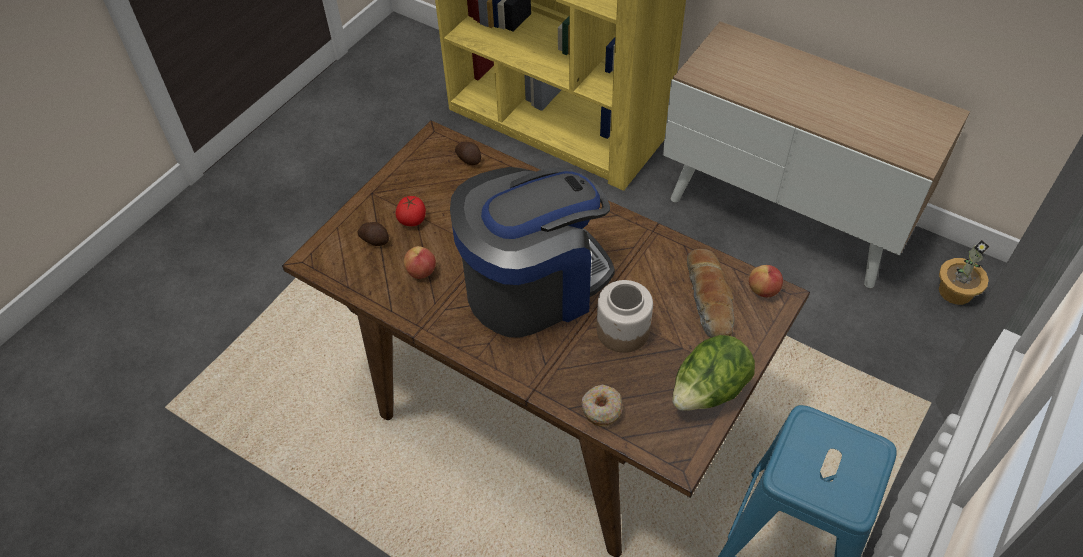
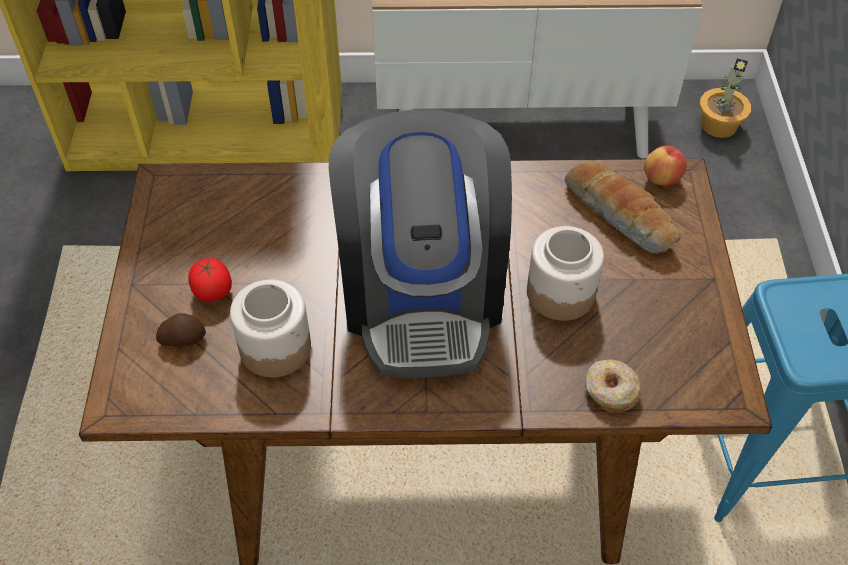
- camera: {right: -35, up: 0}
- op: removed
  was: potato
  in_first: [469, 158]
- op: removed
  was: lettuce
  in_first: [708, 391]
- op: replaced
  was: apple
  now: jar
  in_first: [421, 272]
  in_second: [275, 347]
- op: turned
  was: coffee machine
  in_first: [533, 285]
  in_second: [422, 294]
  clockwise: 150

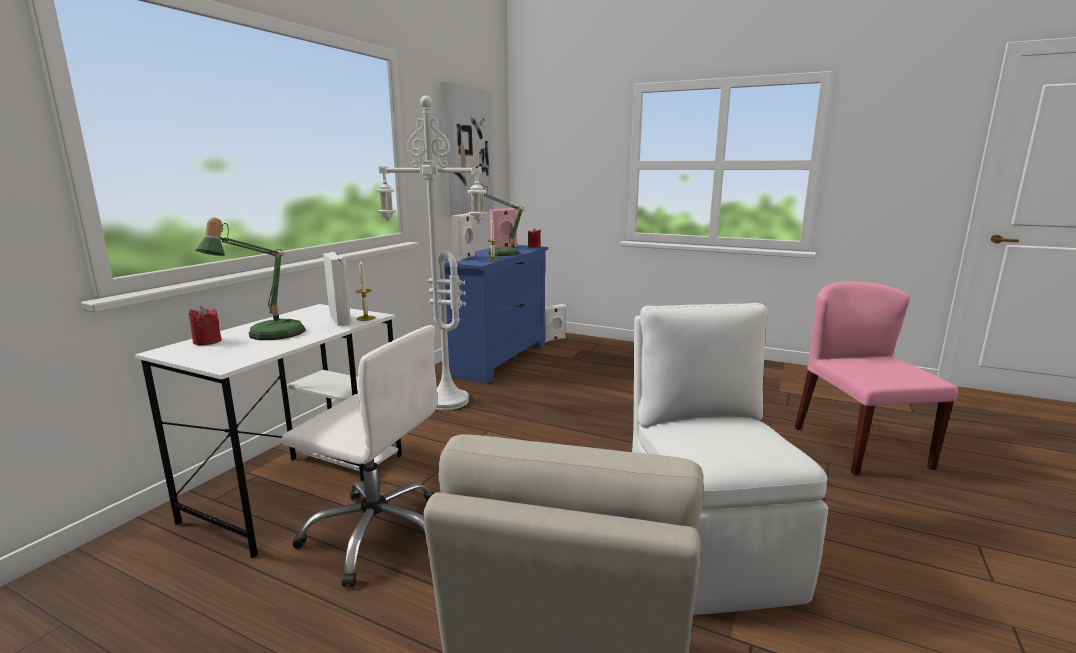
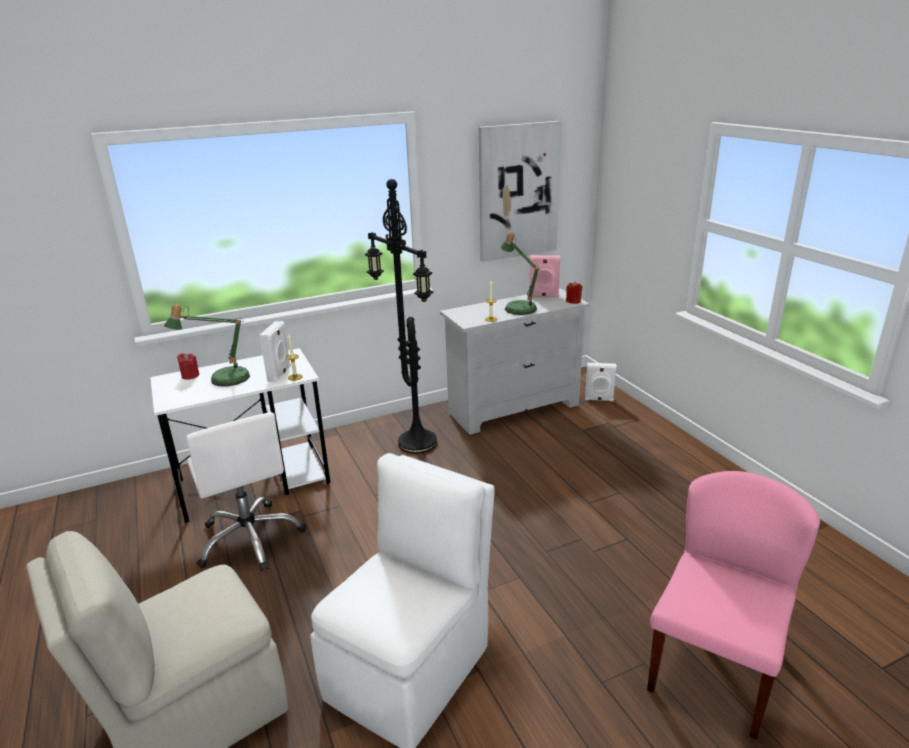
- camera: {right: 40, up: 10}
- op: removed
  was: white speaker
  in_first: [465, 258]
- op: recoloured
  was: white floor lamp
  now: black floor lamp
  in_first: [444, 402]
  in_second: [414, 443]
- op: recoloured
  was: blue dresser
  now: white dresser
  in_first: [498, 359]
  in_second: [514, 408]

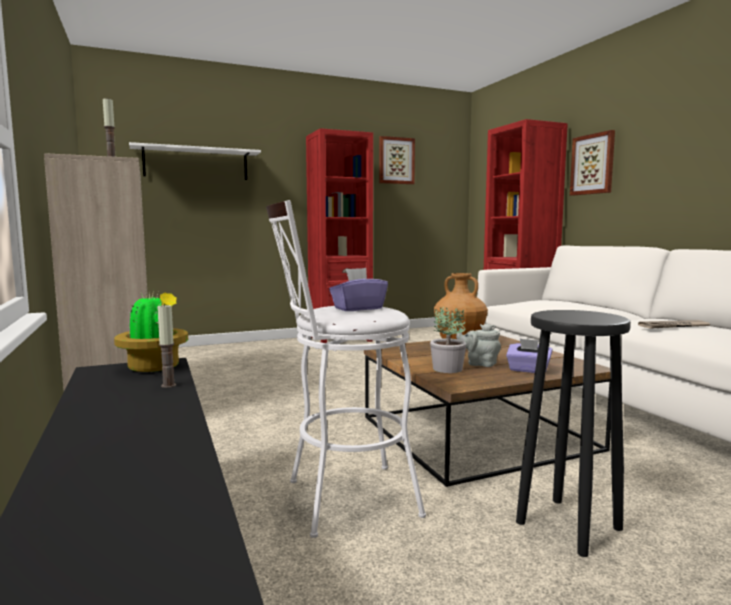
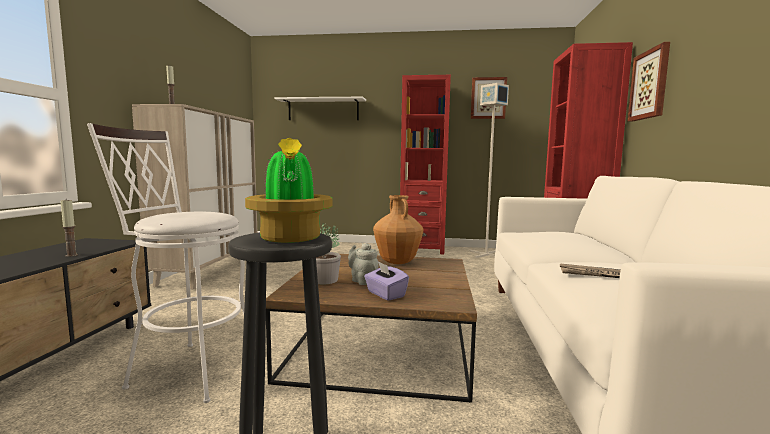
- camera: {right: 30, up: 0}
- op: removed
  was: purple tissue box
  in_first: [358, 308]
- op: added
  now: grey floor lamp
  in_second: [485, 254]
- op: moved
  was: potted plant
  in_first: [155, 368]
  in_second: [291, 239]

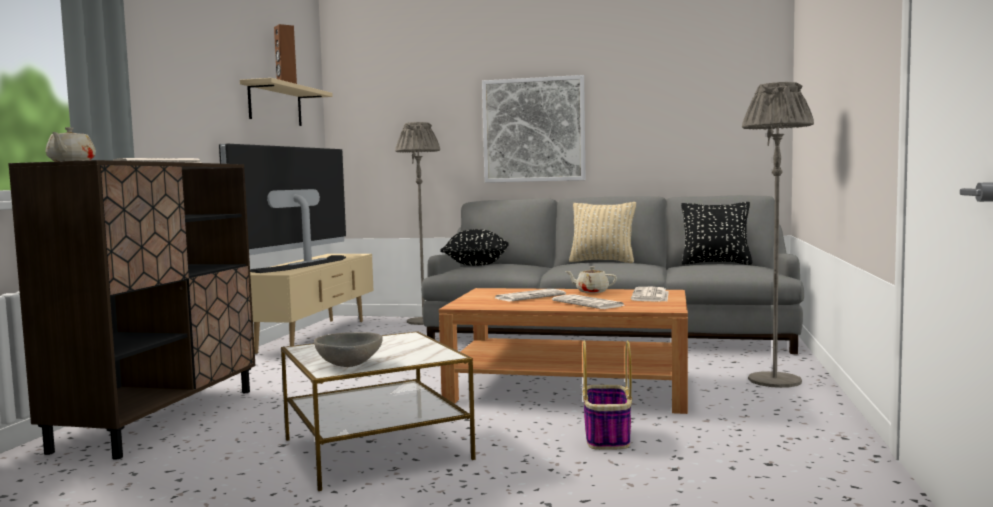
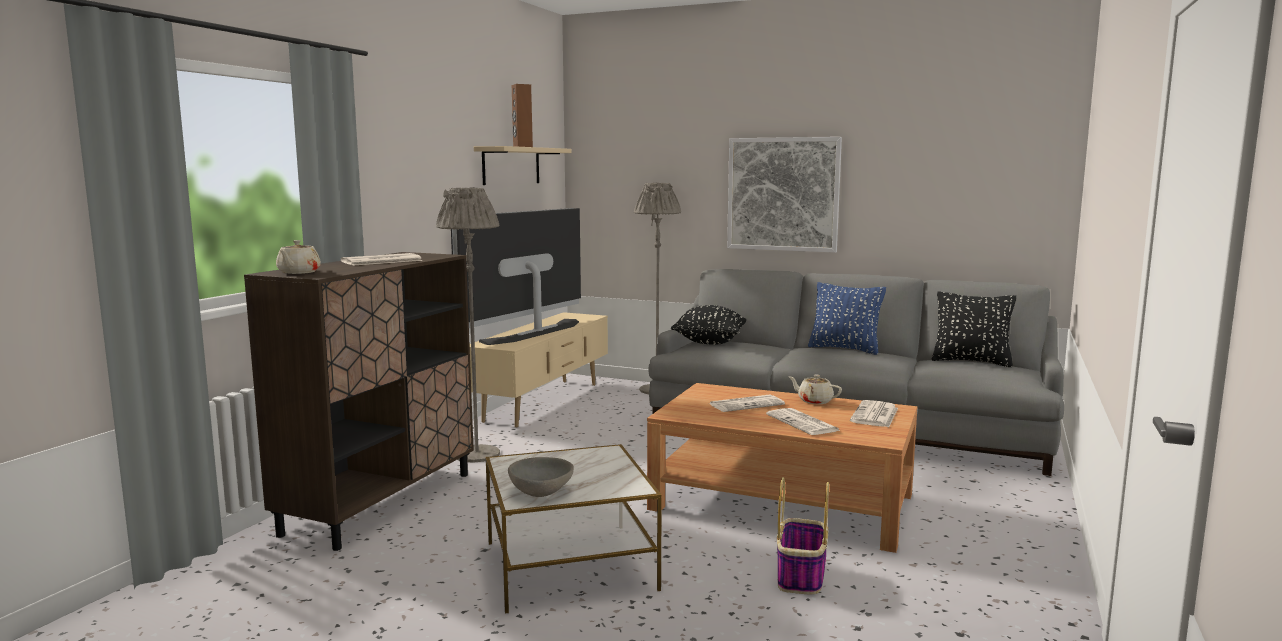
- camera: {right: 10, up: 5}
- op: moved
  was: grey floor lamp
  in_first: [774, 380]
  in_second: [477, 454]
- op: recoloured
  was: beige pillow
  now: blue pillow
  in_first: [602, 261]
  in_second: [844, 349]

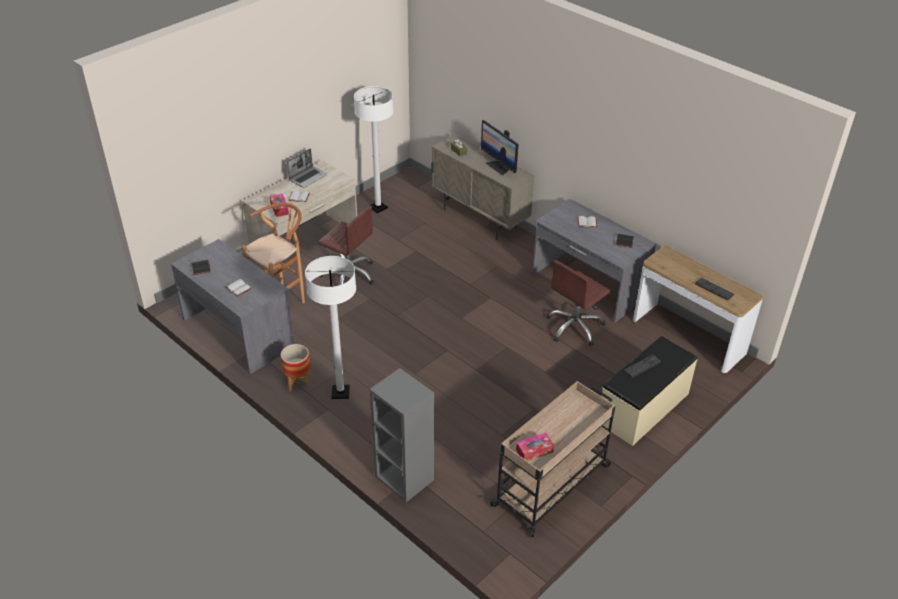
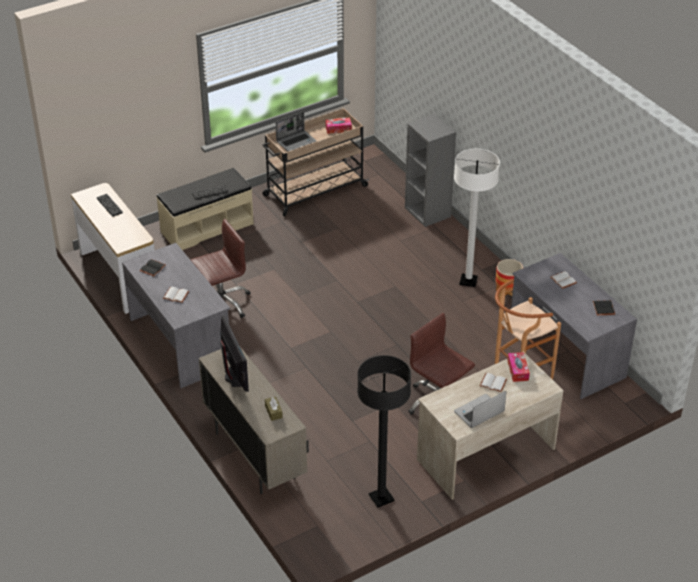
- camera: {right: -165, up: 0}
- op: added
  now: laptop
  in_second: [296, 141]
- op: recoloured
  was: white floor lamp
  now: black floor lamp
  in_first: [378, 208]
  in_second: [381, 498]

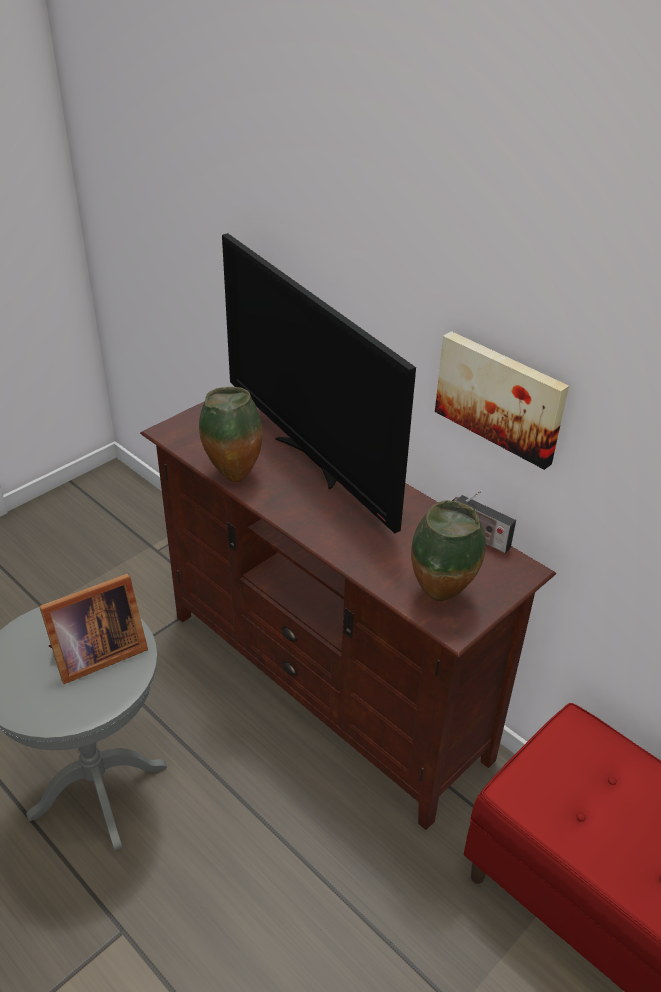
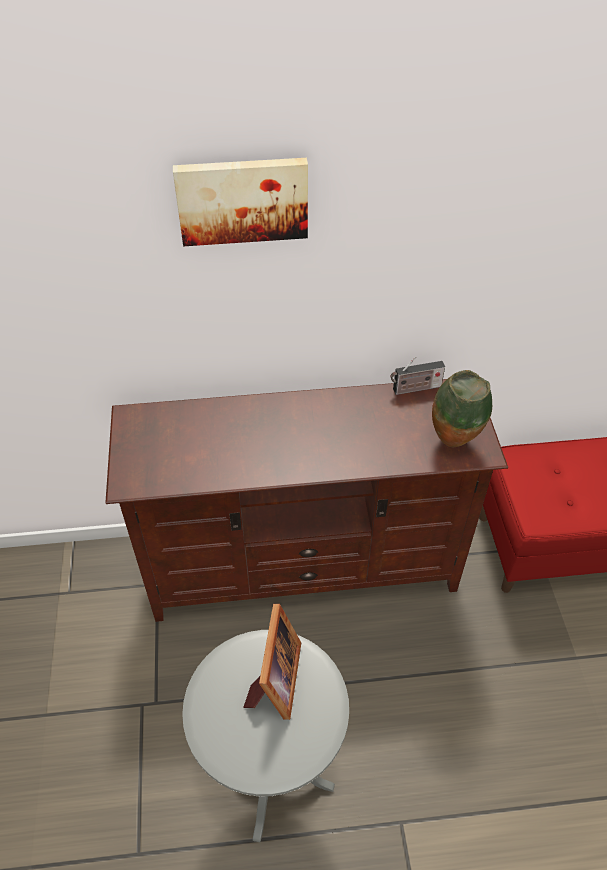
- camera: {right: -50, up: 10}
- op: removed
  was: vase
  in_first: [232, 477]
- op: removed
  was: television
  in_first: [311, 460]
- op: moved
  was: picture
  in_first: [501, 397]
  in_second: [242, 199]

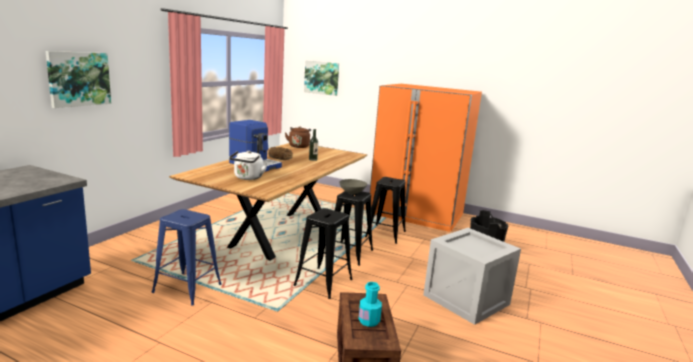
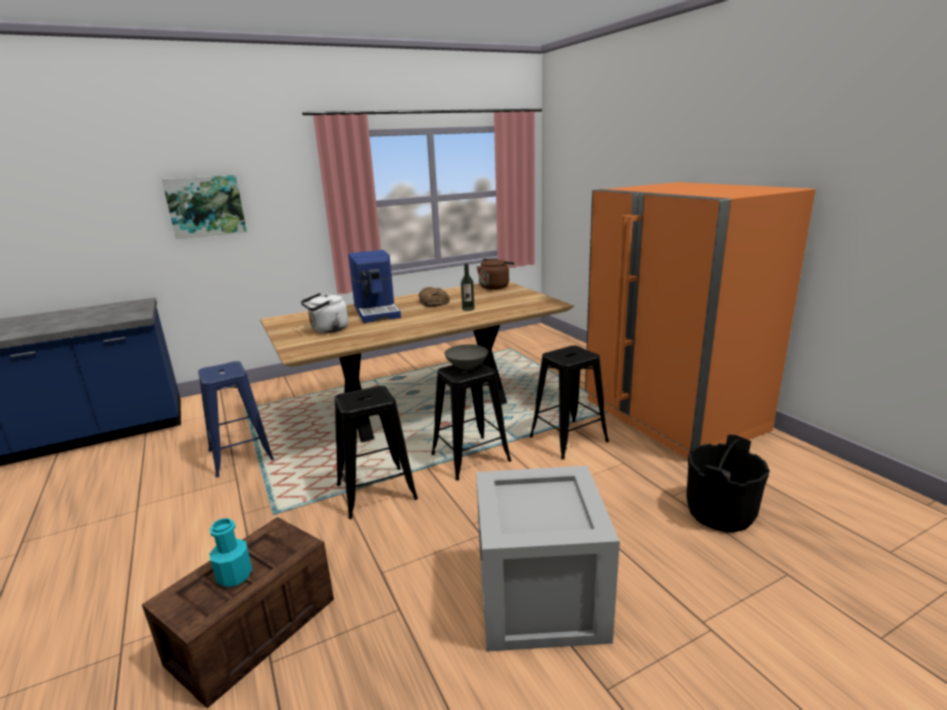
- camera: {right: 40, up: 5}
- op: removed
  was: picture
  in_first: [322, 78]

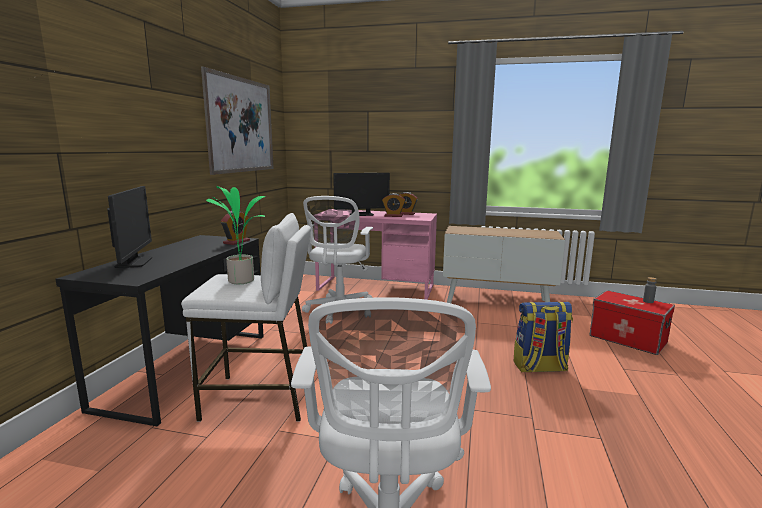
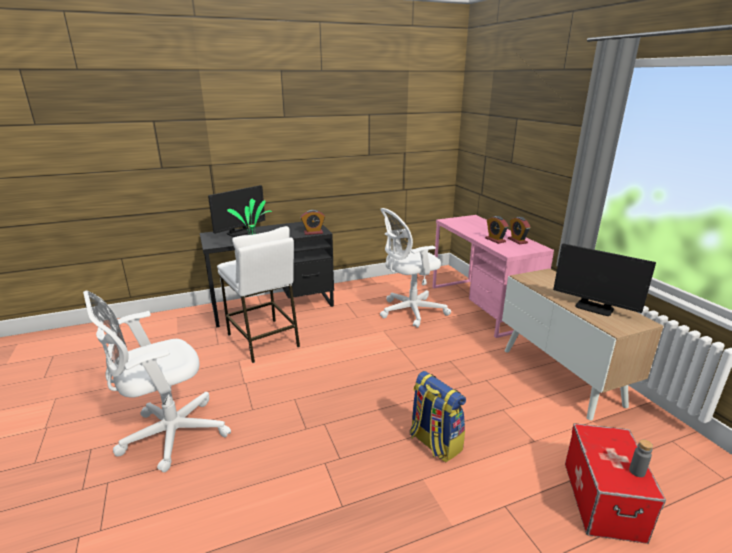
- camera: {right: 55, up: 10}
- op: removed
  was: picture
  in_first: [241, 125]
- op: moved
  was: monitor
  in_first: [361, 214]
  in_second: [594, 308]

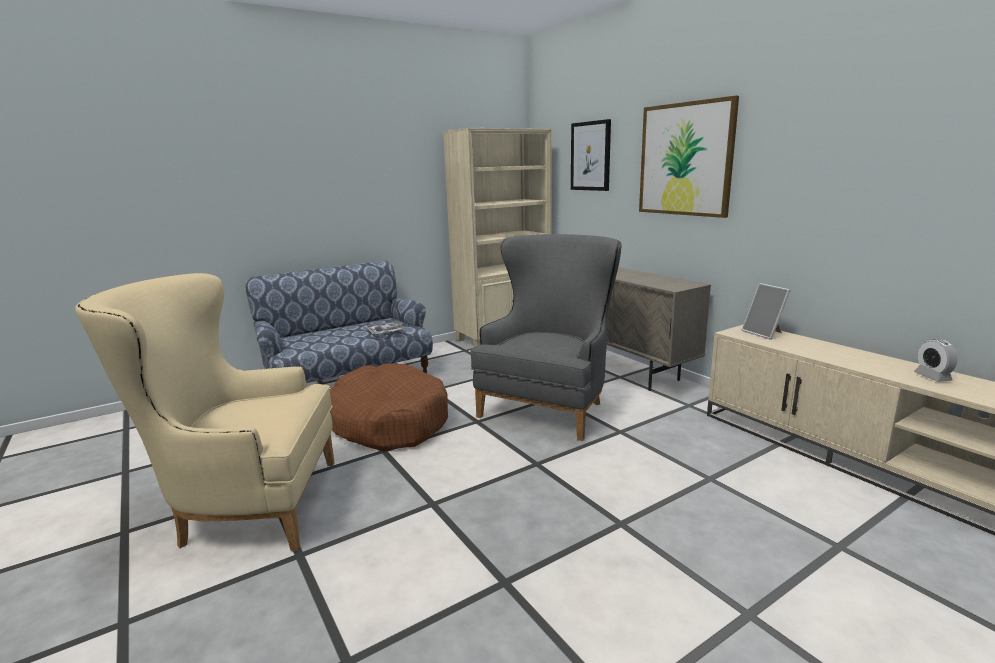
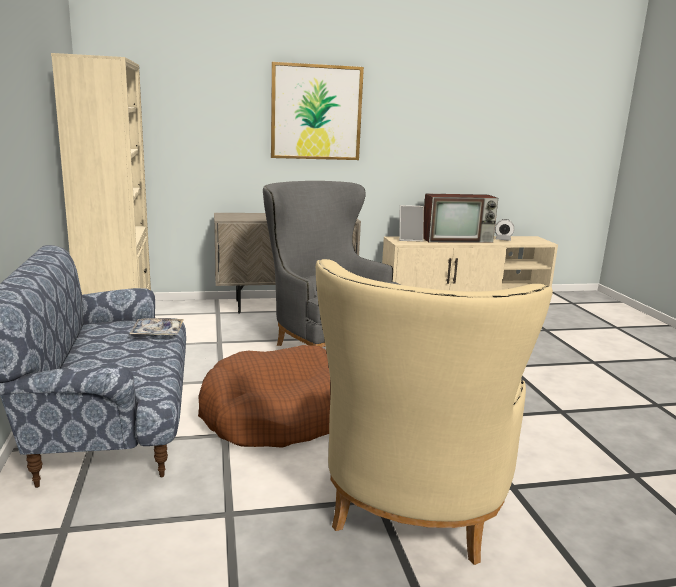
- camera: {right: -70, up: 0}
- op: removed
  was: picture
  in_first: [590, 156]
- op: added
  now: television
  in_second: [458, 240]

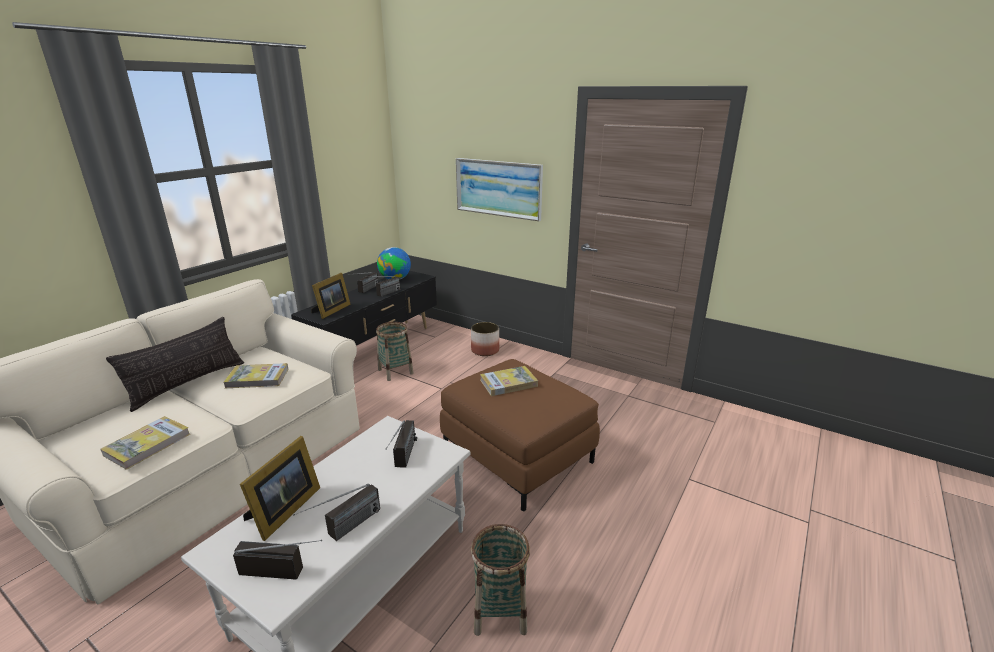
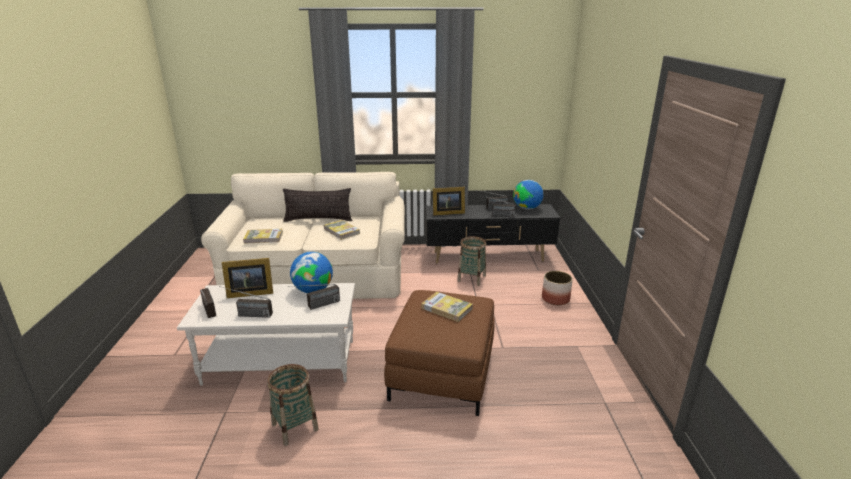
- camera: {right: 55, up: 0}
- op: removed
  was: picture
  in_first: [498, 188]
- op: added
  now: globe
  in_second: [313, 290]

